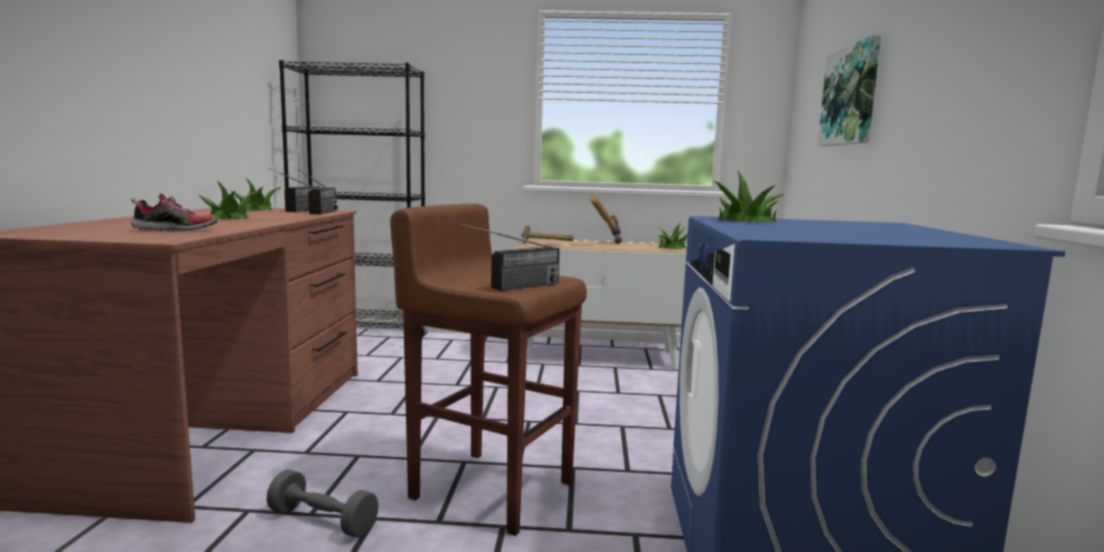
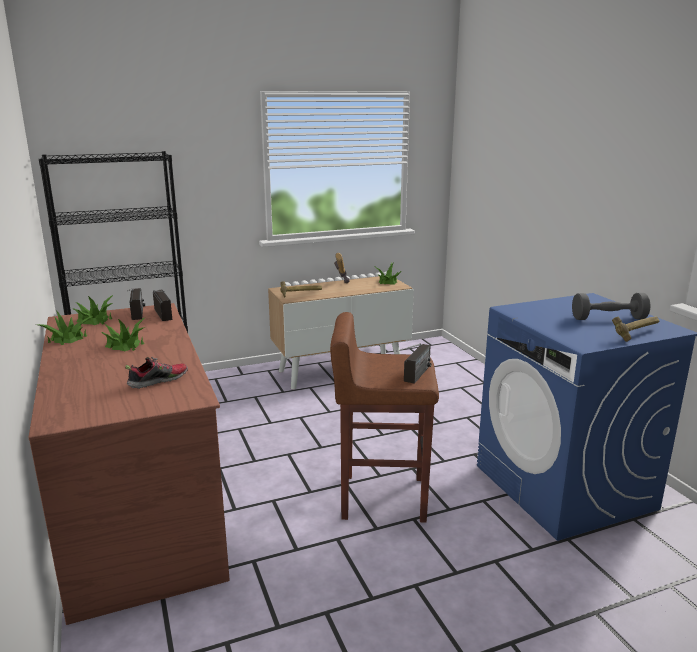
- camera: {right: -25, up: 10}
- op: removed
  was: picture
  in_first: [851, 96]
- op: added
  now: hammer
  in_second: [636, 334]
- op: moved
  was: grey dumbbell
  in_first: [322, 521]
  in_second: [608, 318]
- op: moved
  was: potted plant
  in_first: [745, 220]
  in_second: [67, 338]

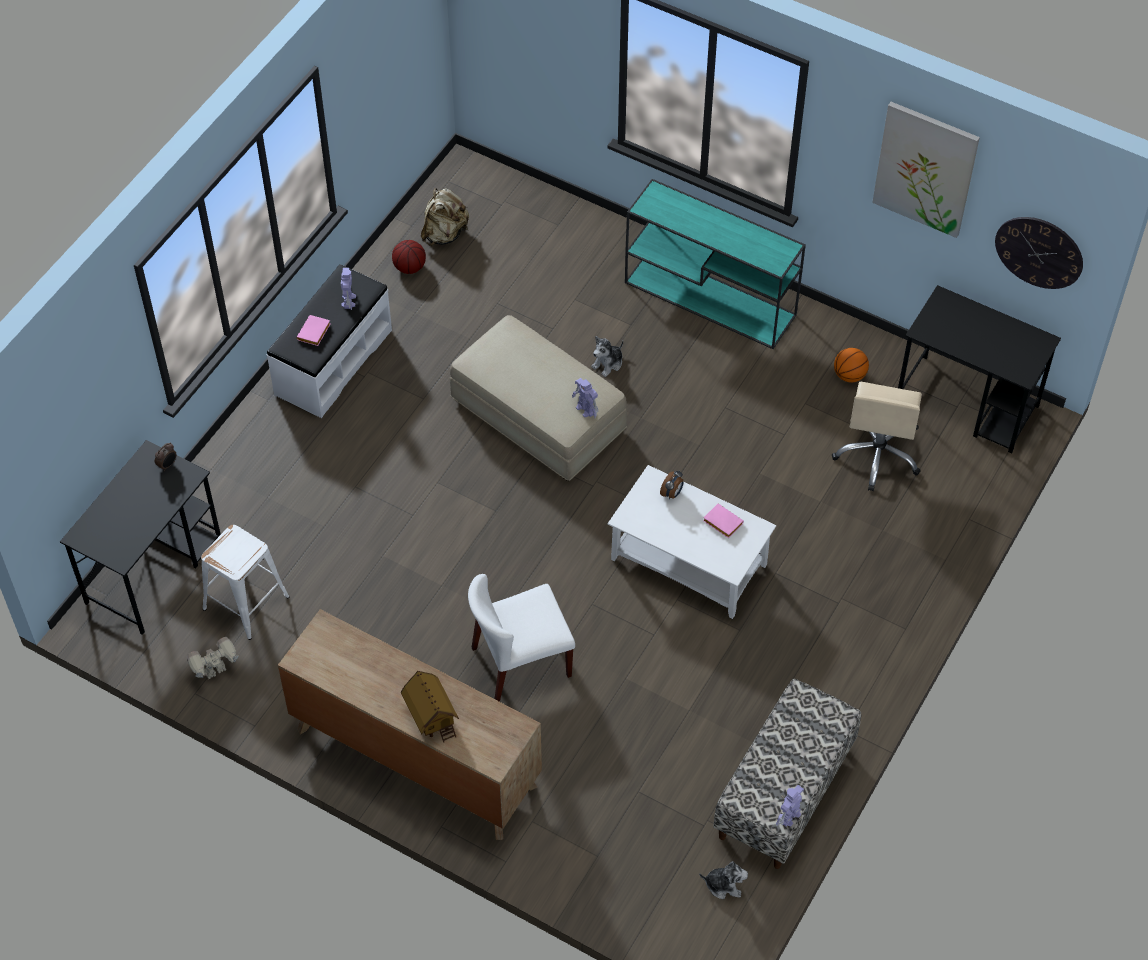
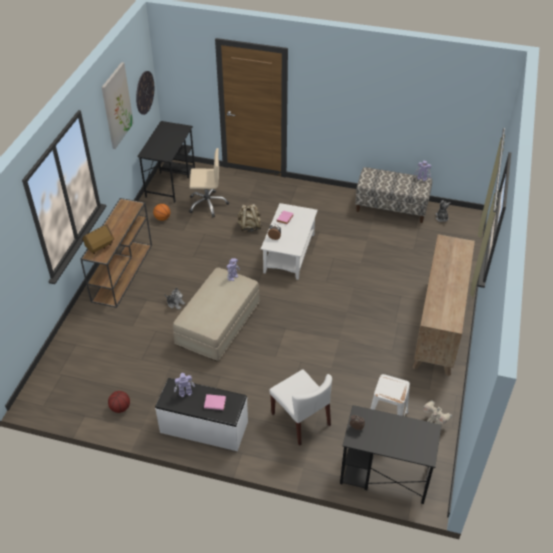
- camera: {right: -105, up: -10}
- op: moved
  was: toy house
  in_first: [431, 717]
  in_second: [100, 247]
- op: moved
  was: beige backpack
  in_first: [444, 234]
  in_second: [249, 227]
- op: moved
  was: white chair
  in_first: [520, 662]
  in_second: [301, 419]
- op: recoloured
  was: turquoise console table
  now: brown console table
  in_first: [711, 299]
  in_second: [122, 272]

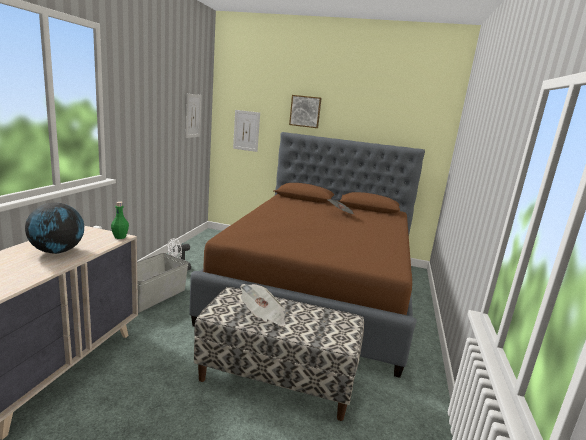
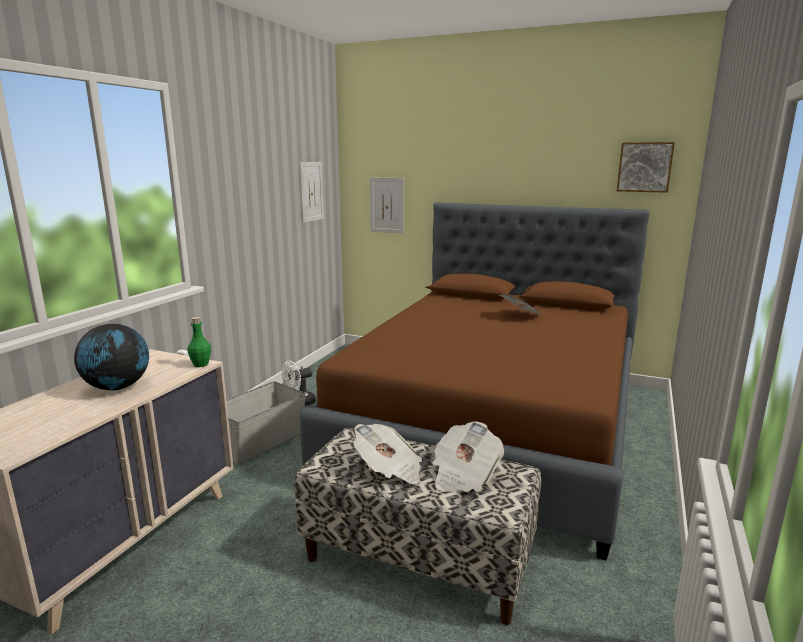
- camera: {right: 10, up: 0}
- op: added
  now: newspaper
  in_second: [464, 475]
- op: moved
  was: picture
  in_first: [305, 111]
  in_second: [644, 167]

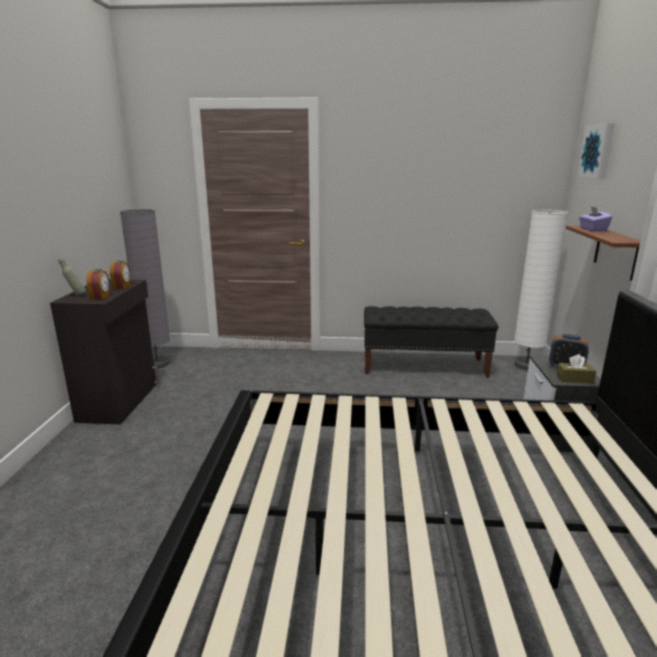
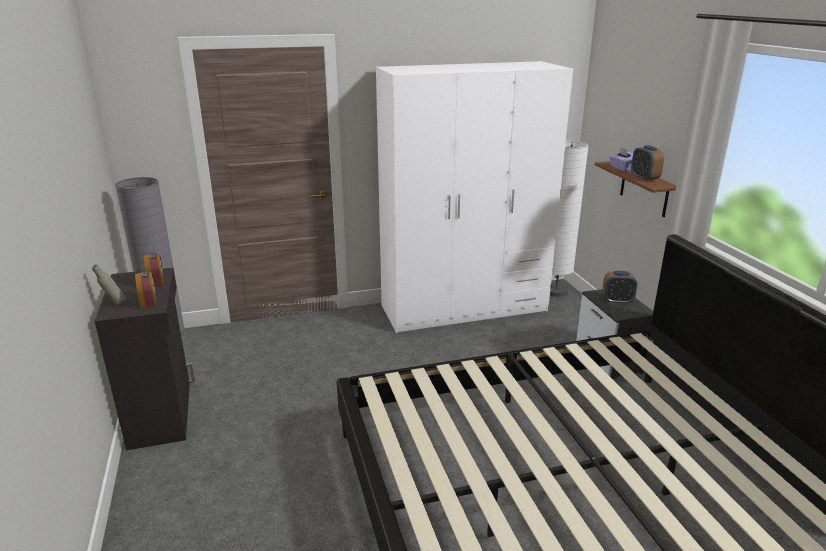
- camera: {right: -20, up: 5}
- op: removed
  was: brown tissue box
  in_first: [574, 379]
- op: removed
  was: picture
  in_first: [597, 151]
- op: added
  now: alarm clock
  in_second: [644, 178]
- op: replaced
  was: black bench
  now: white wardrobe
  in_first: [424, 366]
  in_second: [464, 308]

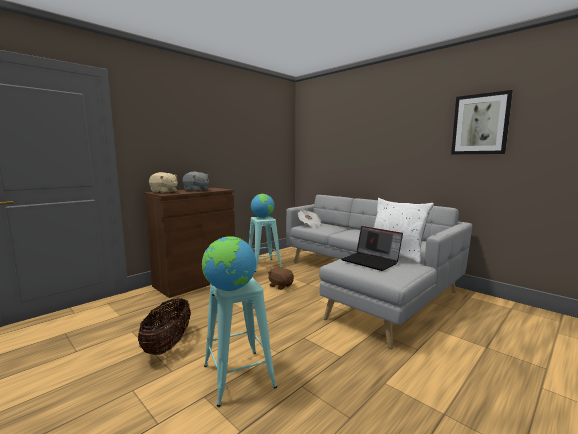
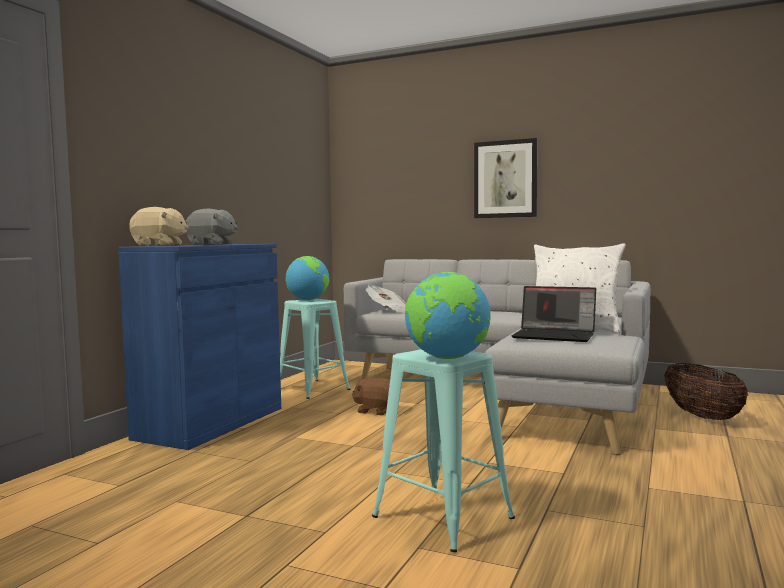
- camera: {right: -20, up: -5}
- op: moved
  was: basket
  in_first: [168, 344]
  in_second: [702, 416]
- op: moved
  was: picture
  in_first: [480, 124]
  in_second: [505, 179]
- op: recoloured
  was: brown cabinet
  now: blue cabinet
  in_first: [195, 281]
  in_second: [211, 423]

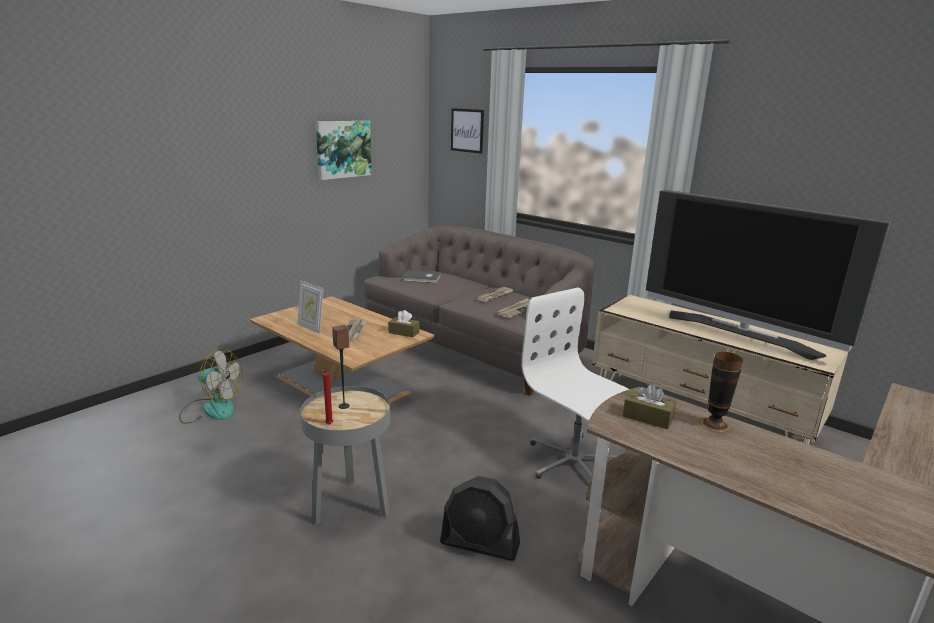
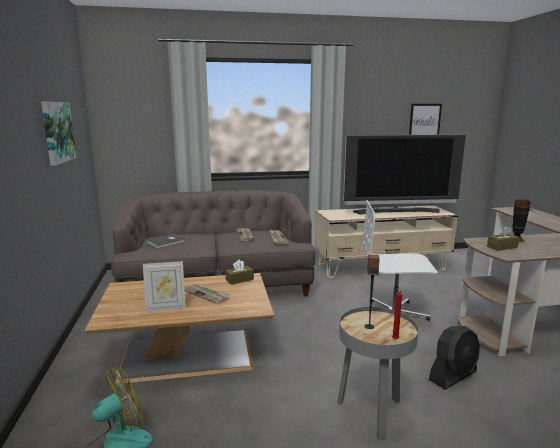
- camera: {right: -50, up: -5}
- op: moved
  was: picture
  in_first: [467, 130]
  in_second: [425, 120]

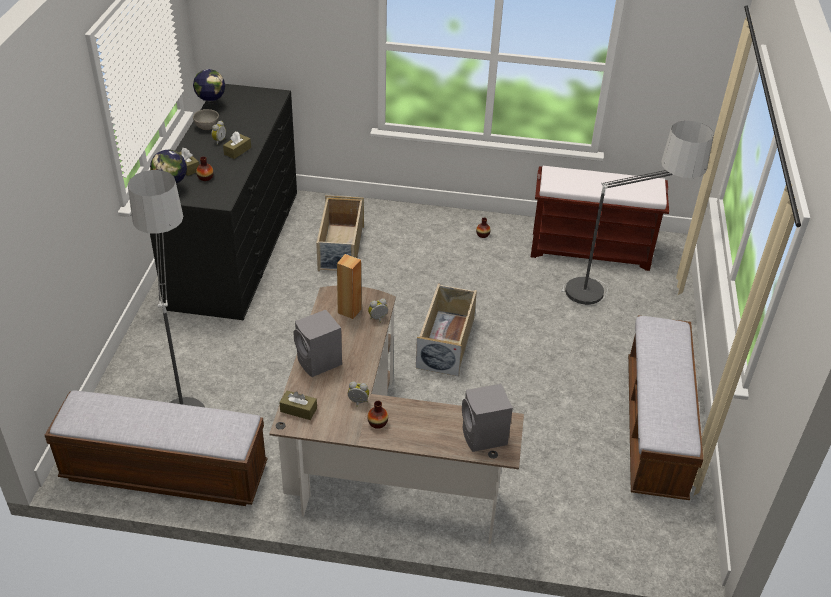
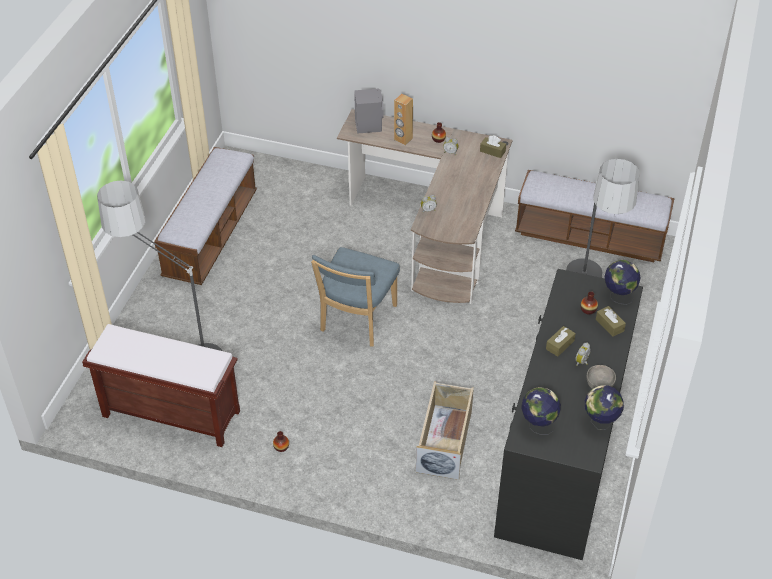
- camera: {right: -170, up: 5}
- op: removed
  was: grey speaker
  in_first: [319, 363]
- op: added
  now: globe
  in_second: [538, 425]
- op: moved
  was: brown speaker
  in_first: [349, 311]
  in_second: [403, 139]
- op: replaced
  was: beige storage box
  now: blue chair
  in_first: [446, 342]
  in_second: [356, 321]

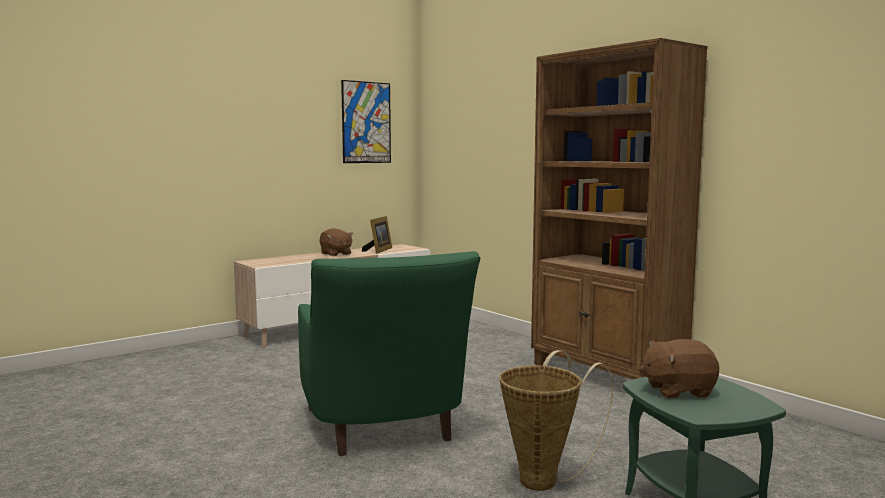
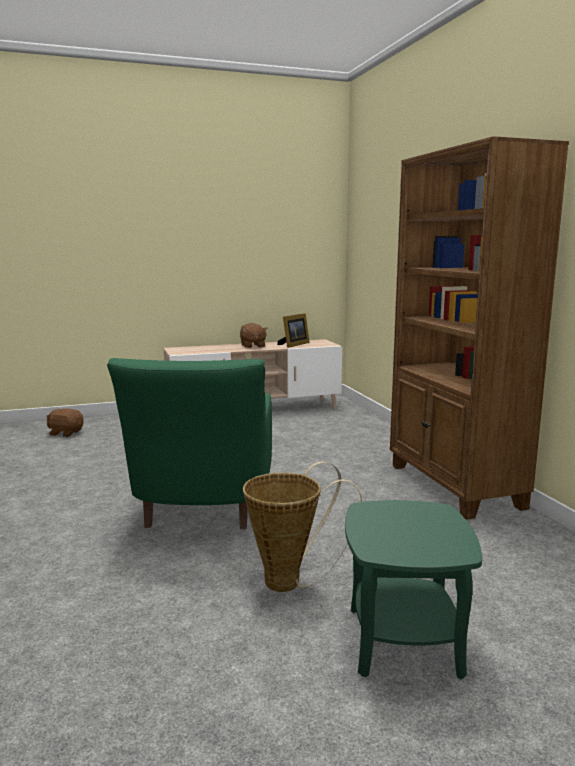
- camera: {right: 20, up: 5}
- op: removed
  was: picture
  in_first: [366, 122]
- op: moved
  was: brown plush toy
  in_first: [677, 390]
  in_second: [65, 433]

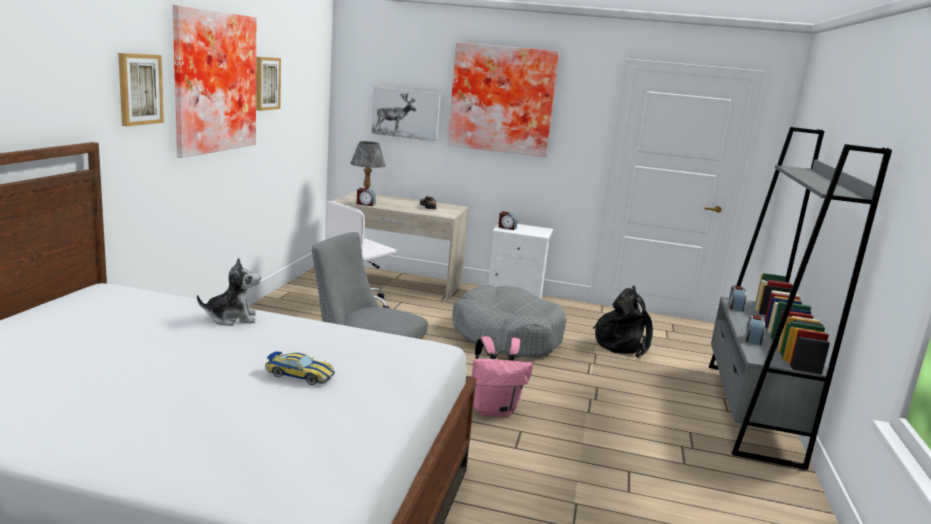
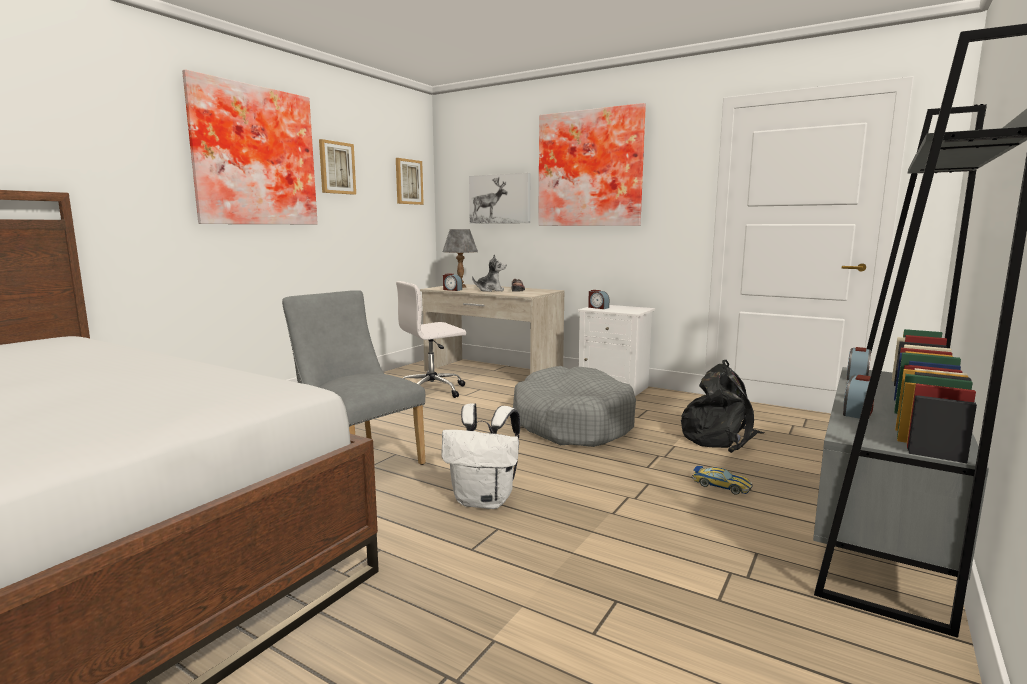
- camera: {right: 20, up: -5}
- op: moved
  was: picture
  in_first: [139, 89]
  in_second: [408, 182]
- op: moved
  was: plush toy
  in_first: [232, 318]
  in_second: [490, 290]
- op: moved
  was: toy car
  in_first: [300, 375]
  in_second: [721, 486]
- op: recoloured
  was: pink backpack
  now: white backpack
  in_first: [494, 410]
  in_second: [485, 500]

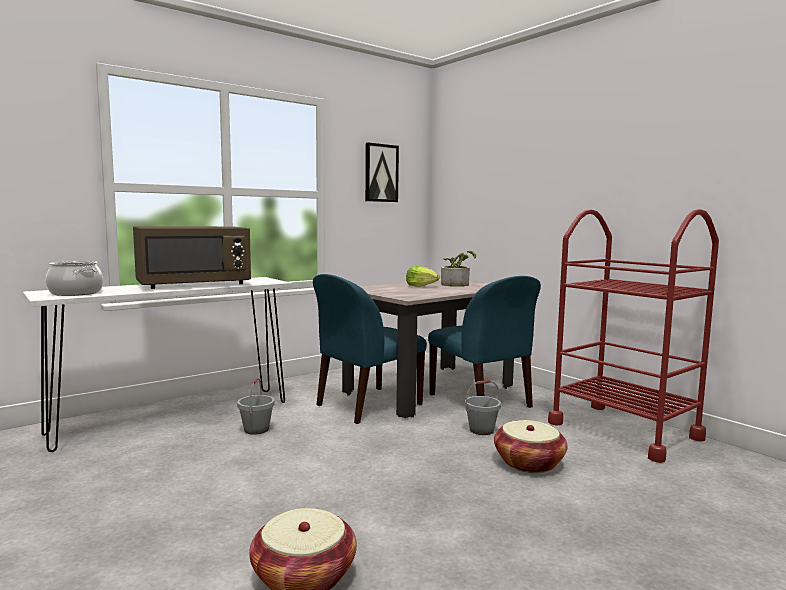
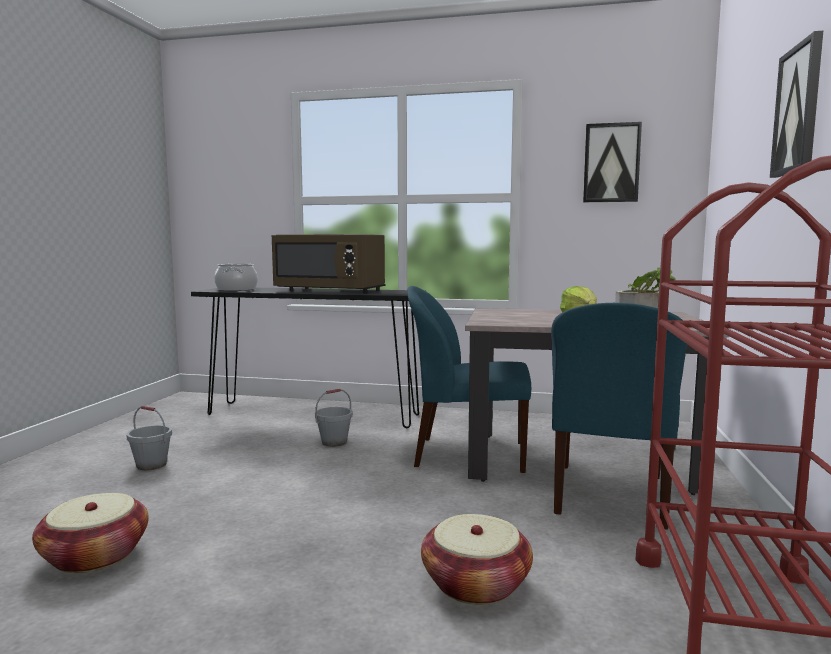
- camera: {right: 50, up: 0}
- op: added
  now: picture
  in_second: [798, 110]
- op: moved
  was: grey bucket
  in_first: [481, 430]
  in_second: [151, 465]
- op: recoloured
  was: white console table
  now: black console table
  in_first: [174, 417]
  in_second: [312, 415]

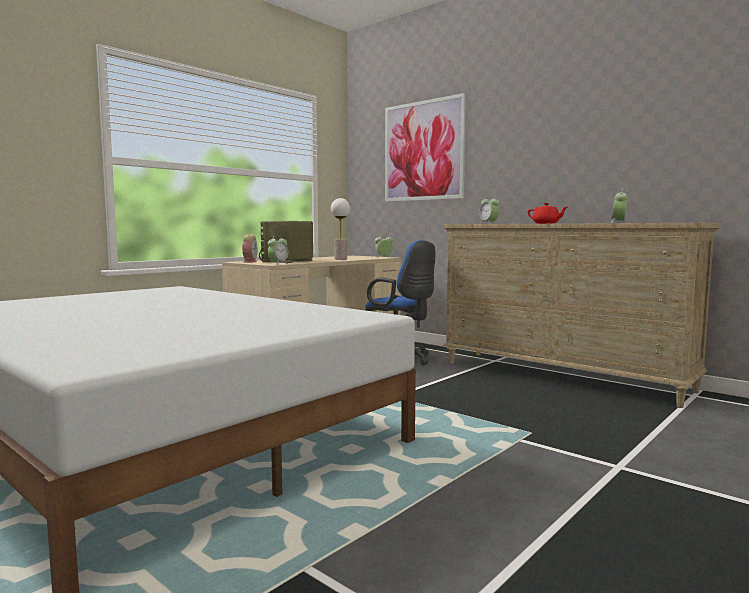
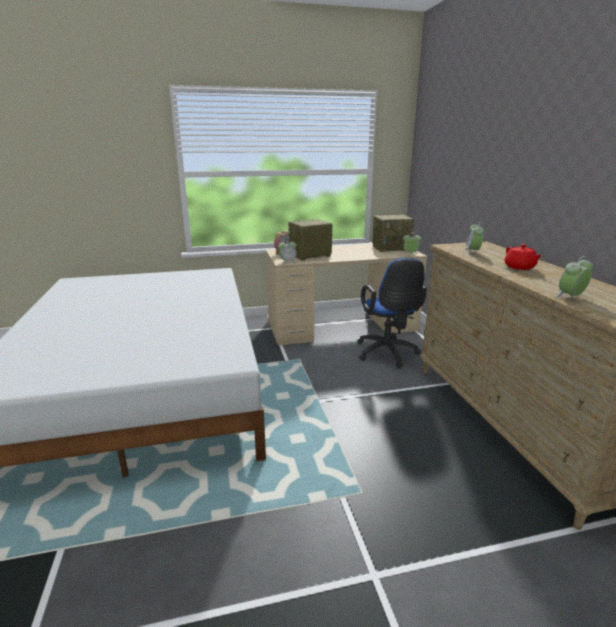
- camera: {right: 35, up: 15}
- op: removed
  was: table lamp
  in_first: [340, 259]
- op: removed
  was: picture
  in_first: [423, 151]
- op: added
  now: radio
  in_second: [391, 248]

